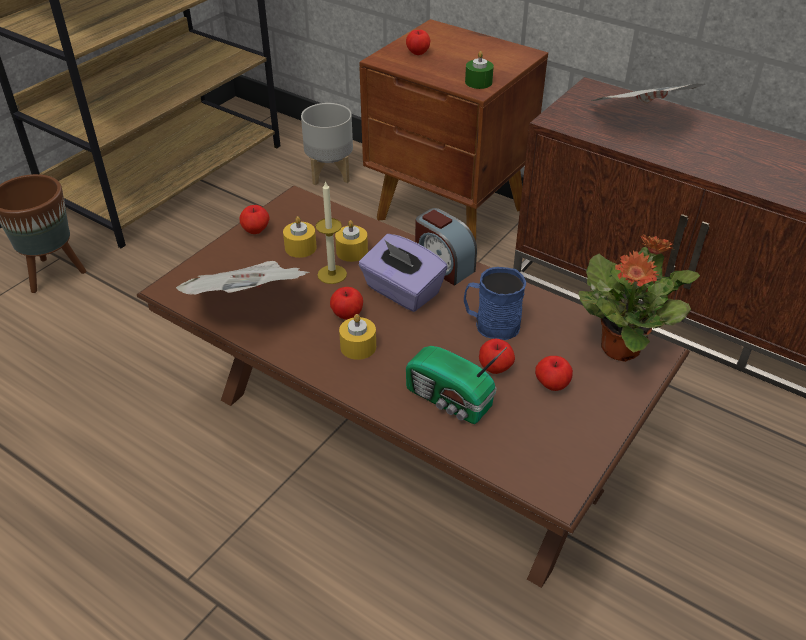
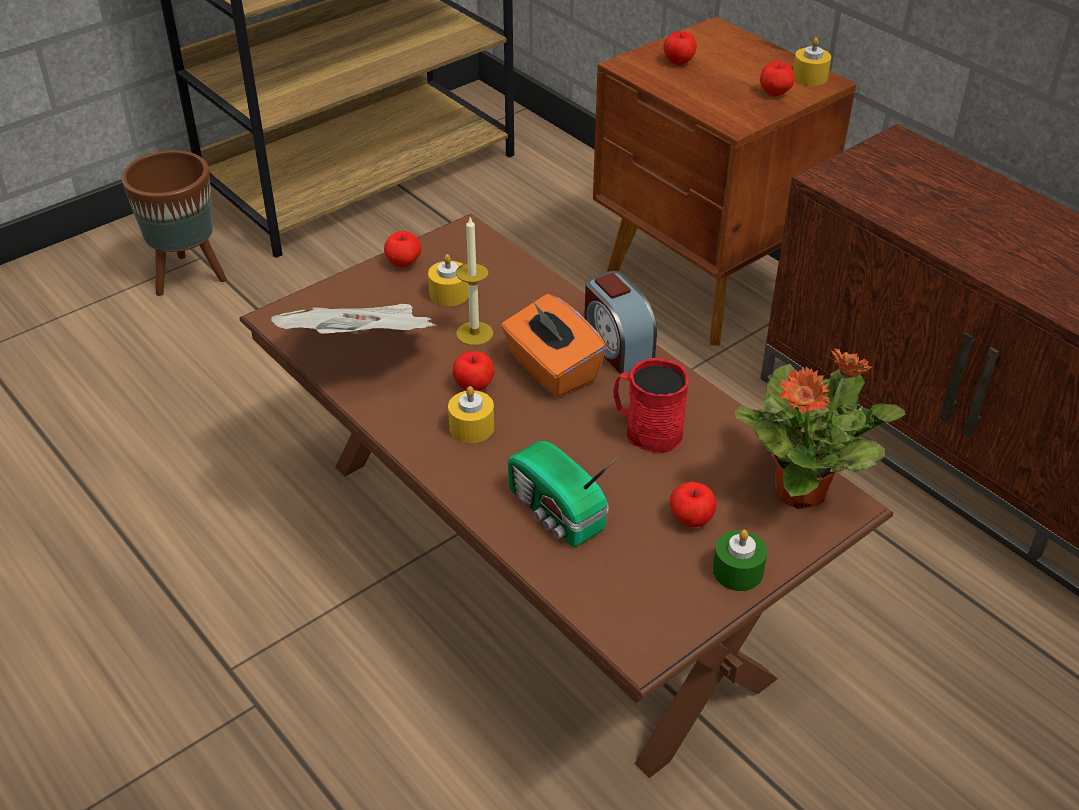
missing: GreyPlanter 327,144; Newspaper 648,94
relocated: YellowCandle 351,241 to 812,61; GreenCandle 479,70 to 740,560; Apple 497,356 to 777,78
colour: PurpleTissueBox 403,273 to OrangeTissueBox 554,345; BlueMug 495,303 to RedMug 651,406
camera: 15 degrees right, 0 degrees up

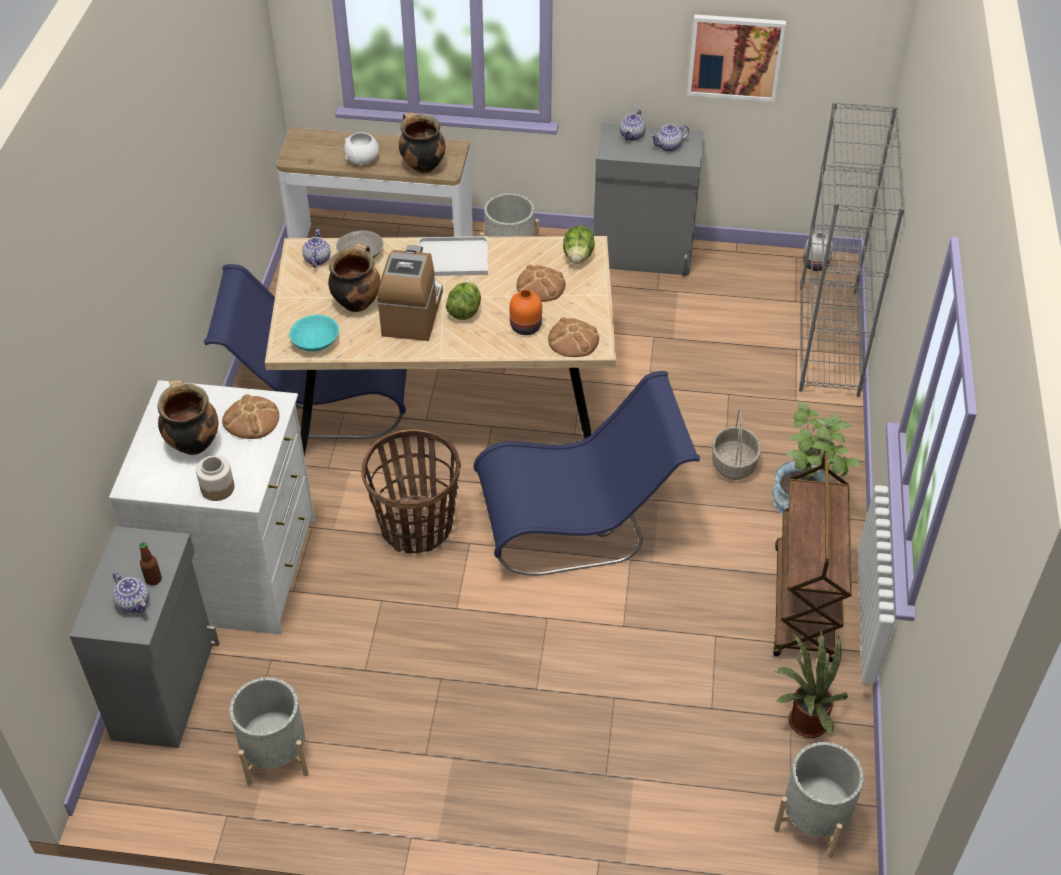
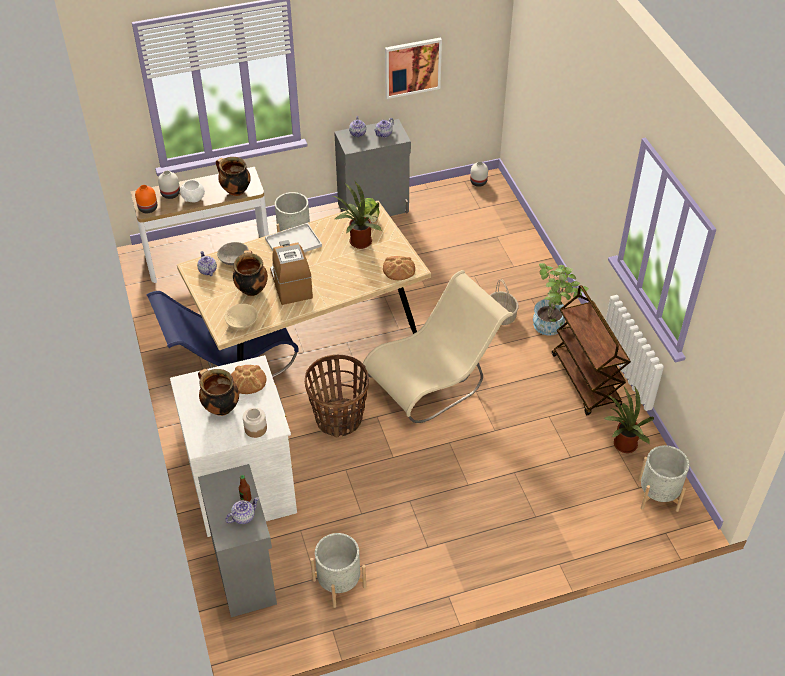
missing: Lettuce 463,301; GreyBookcase 851,249
appeared: WhiteVase 169,184
relocated: OrangeVase 526,312 to 146,199
exchanged: Bread 541,283 to PottedPlant 357,215
colour: TurquoiseBowl 314,333 to BeigeBowl 241,316; BlueChair 587,473 to BeigeChair 438,346
spun: Teapot 131,592 = 242,510 60 degrees counterclockwise
camera: 25 degrees left, 0 degrees up

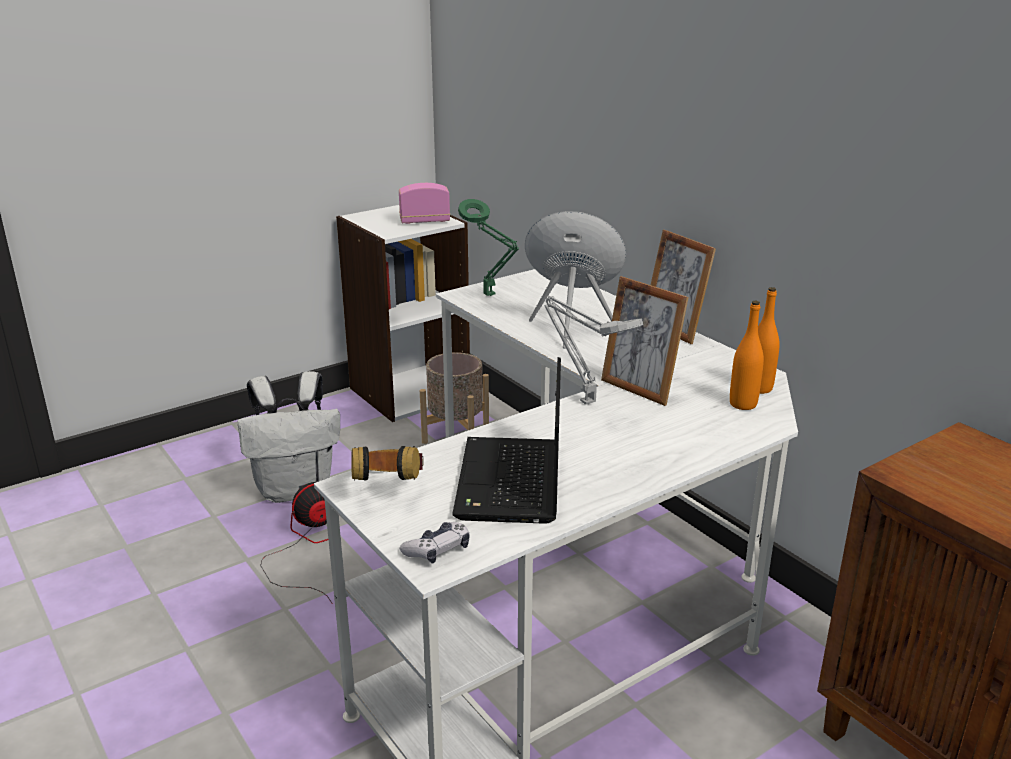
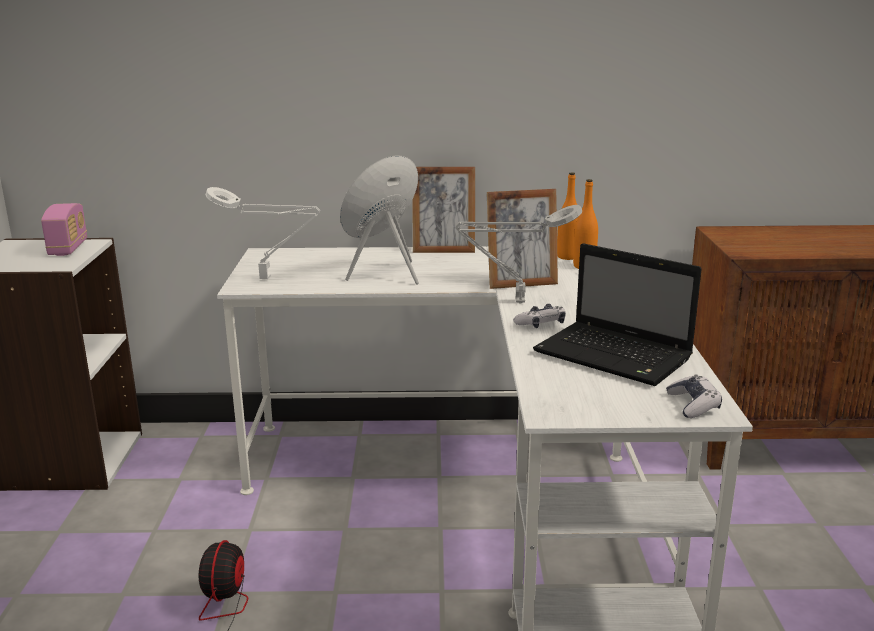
missing: WhiteBackpack 289,437; Headphones 387,463; BeigePlanter 454,398
appeared: GameController 539,316
colour: GreenTableLamp 488,247 to WhiteTableLamp 262,233
spun: Radio 424,203 = 64,229 150 degrees clockwise
camera: 55 degrees left, 5 degrees down

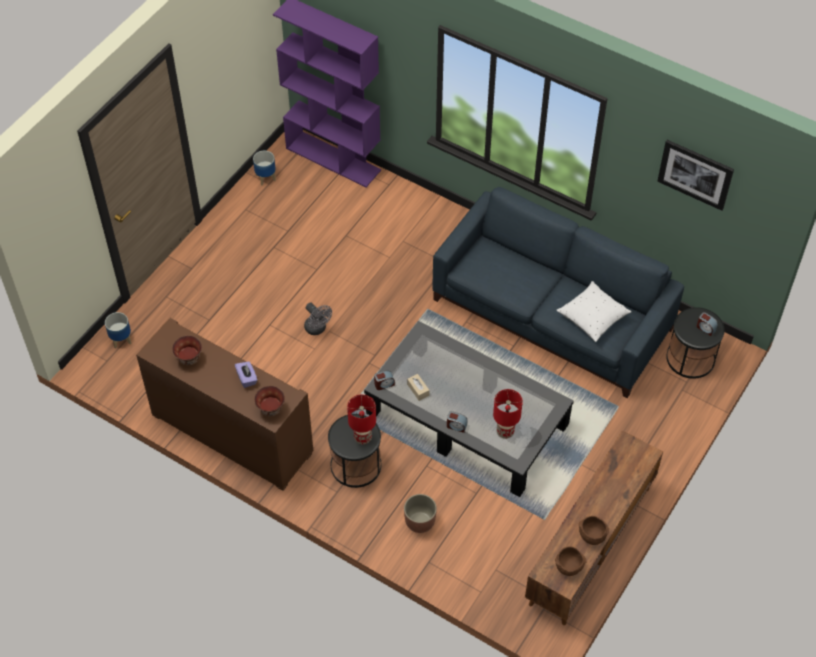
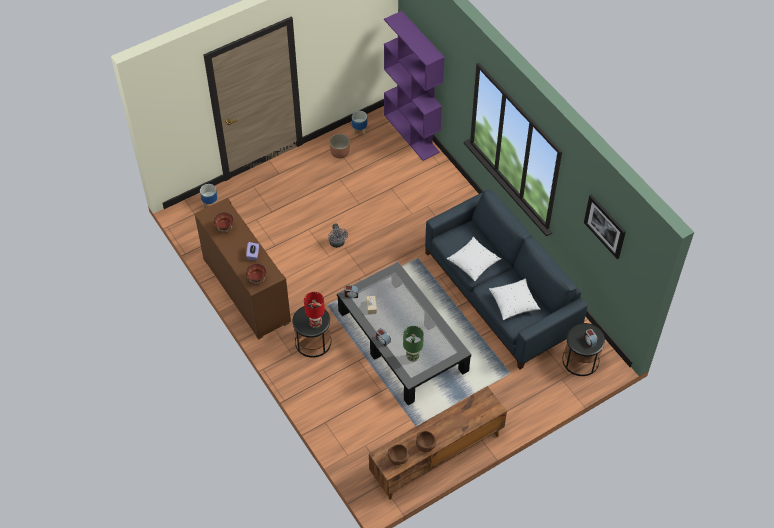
appeared: WhitePillow 474,259
relocated: Planter 420,513 to 339,146
colour: RedTableLamp 508,414 to GreenTableLamp 413,344
camera: 25 degrees right, 0 degrees up

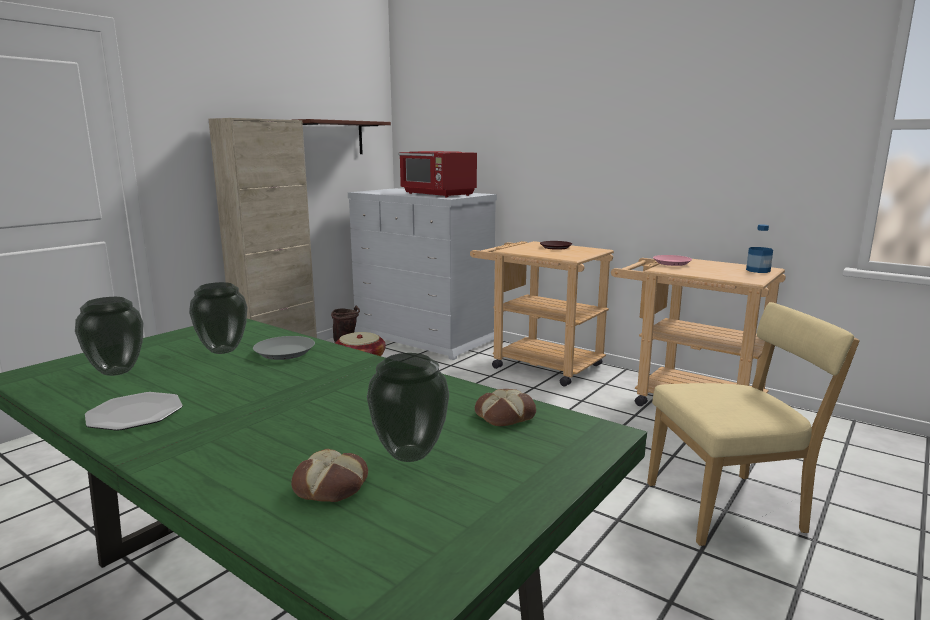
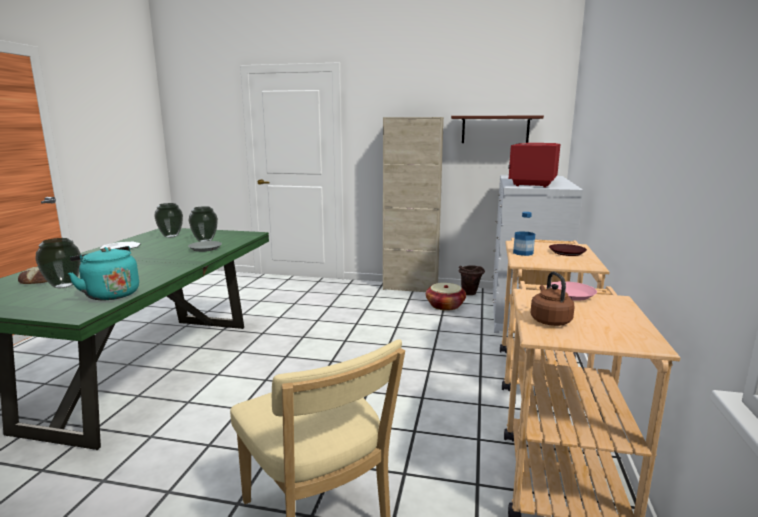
appeared: BrownKettle 552,299
relocated: Bottle 759,248 to 524,234
exchanged: Bread 505,407 to TurquoiseKettle 103,273
camera: 65 degrees right, 0 degrees up

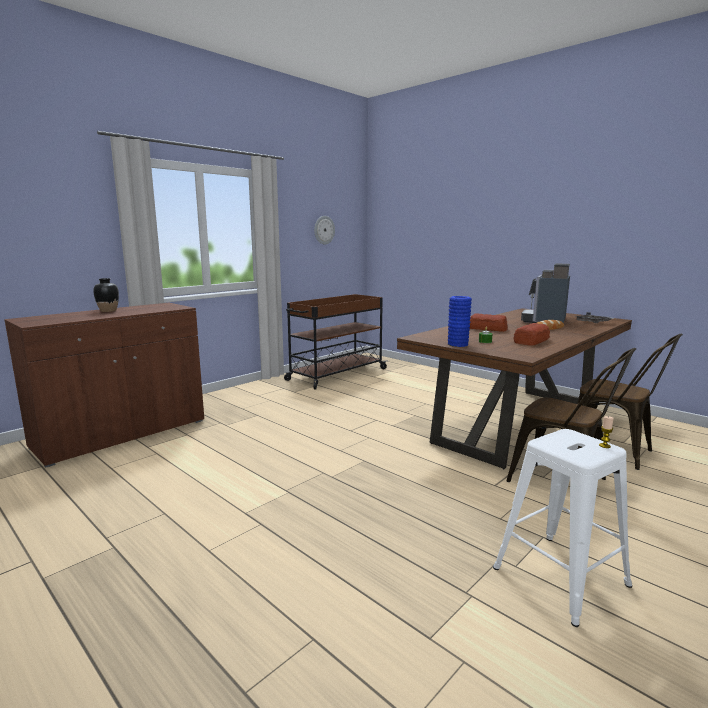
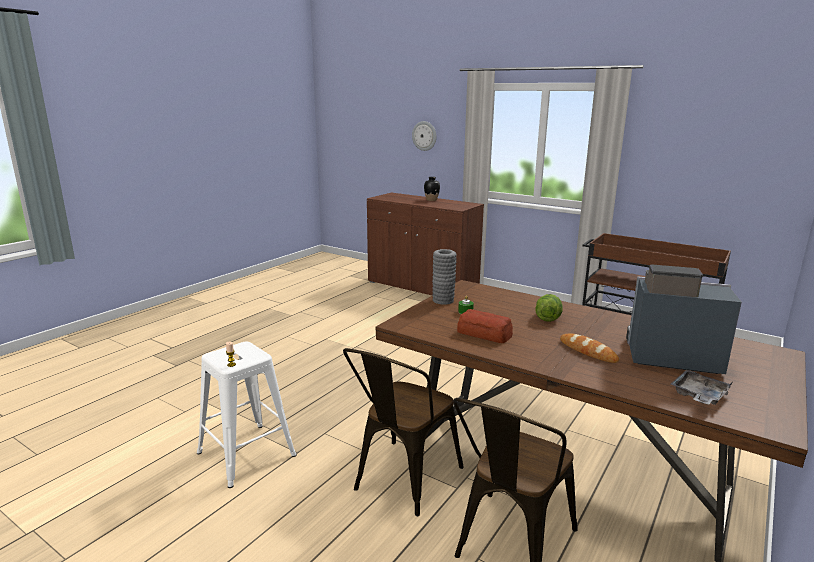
relocated: WallClock 324,230 to 424,136
exchanged: Bread 489,322 to Lettuce 549,308
colour: BlueVase 460,321 to GreyVase 444,277
camera: 80 degrees right, 5 degrees up

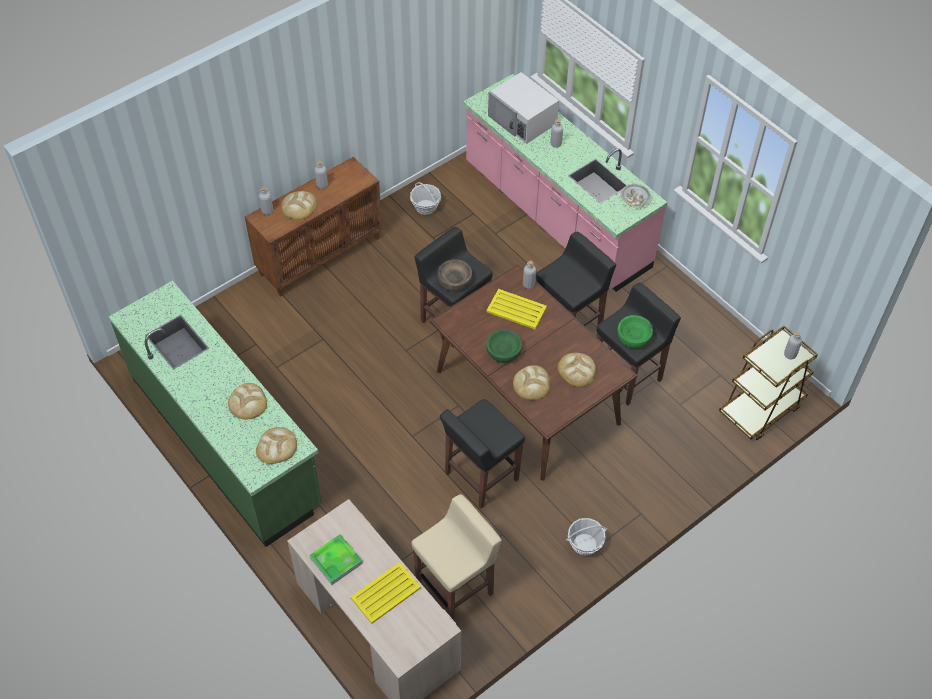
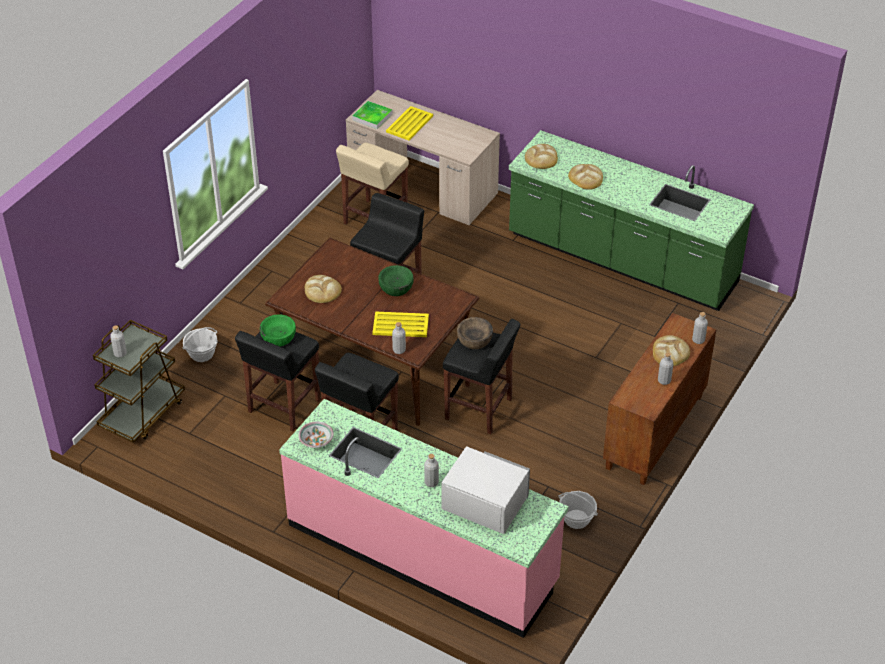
missing: Bread 531,382
relocated: Tray 336,559 to 372,115; Basket 586,536 to 200,344
camera: 160 degrees right, 10 degrees down

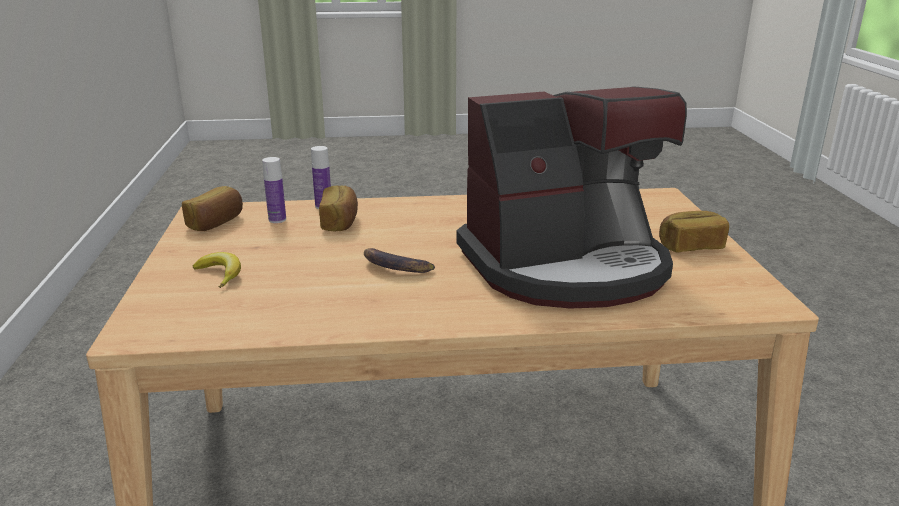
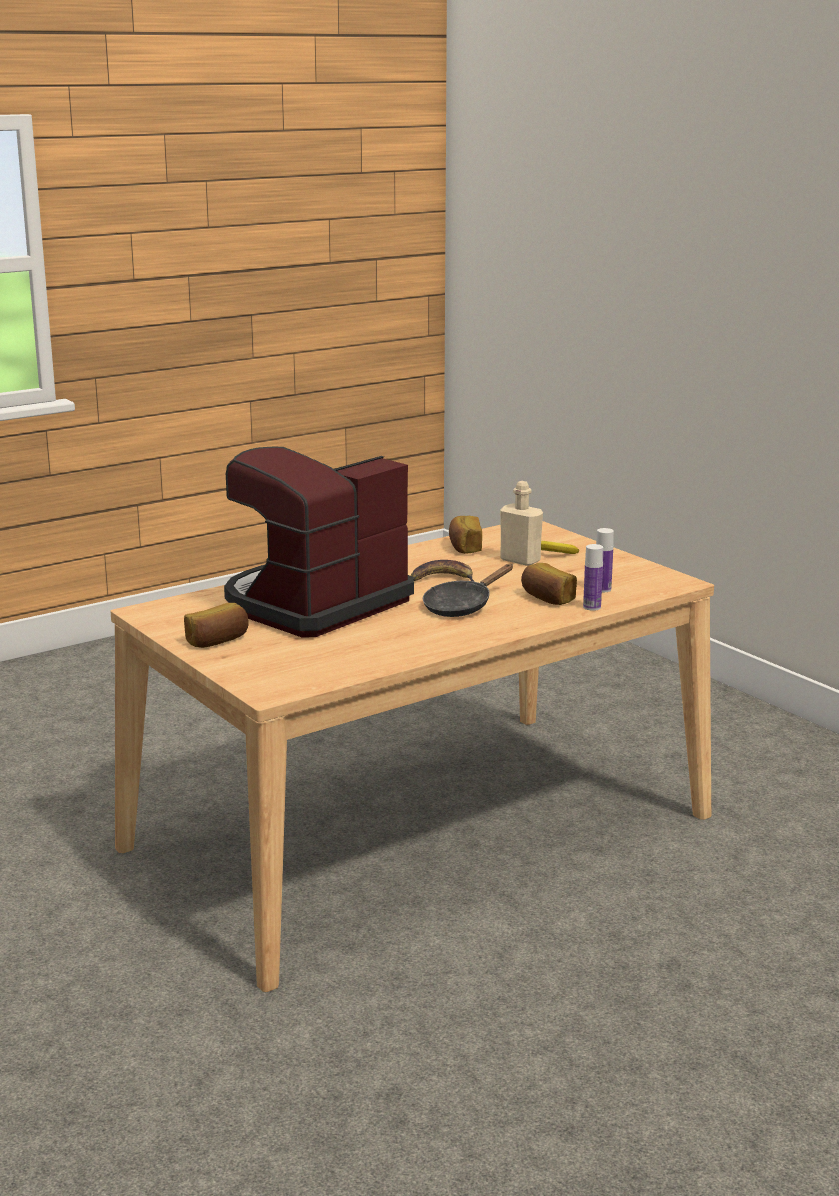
appeared: BlackFryingPan 468,590; BeigeBottle 521,523
relocated: Bread 212,208 to 465,535
camera: 150 degrees right, 5 degrees down

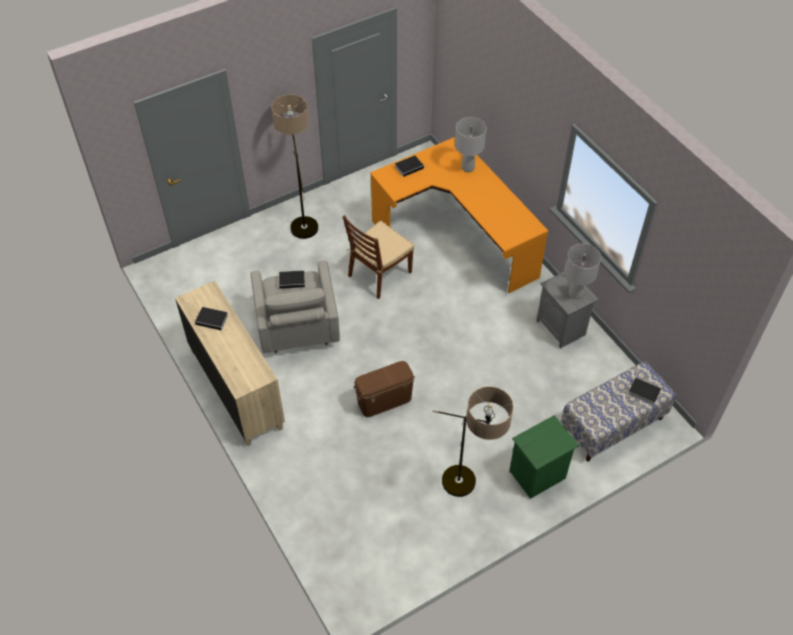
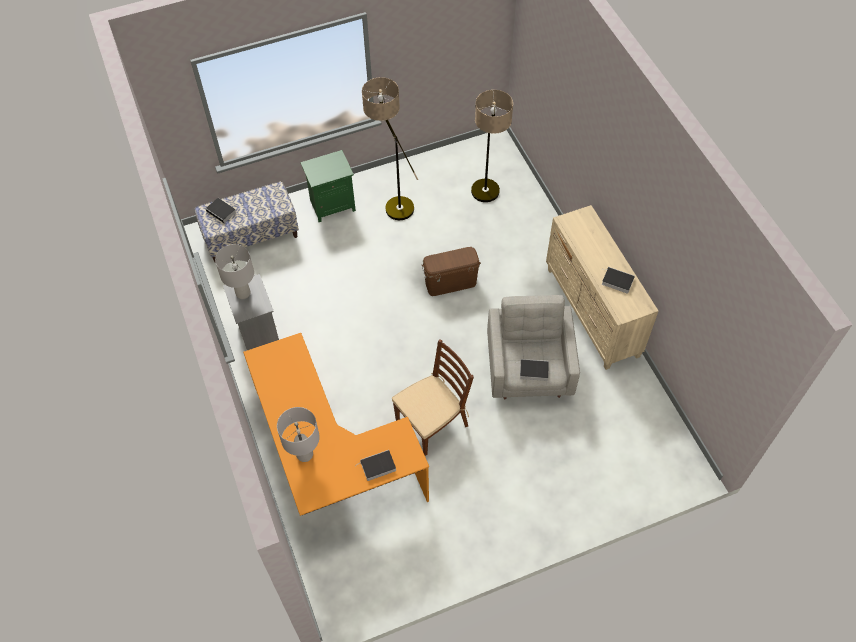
relocated: FloorLamp 294,166 to 492,146
camera: 170 degrees left, 5 degrees up

